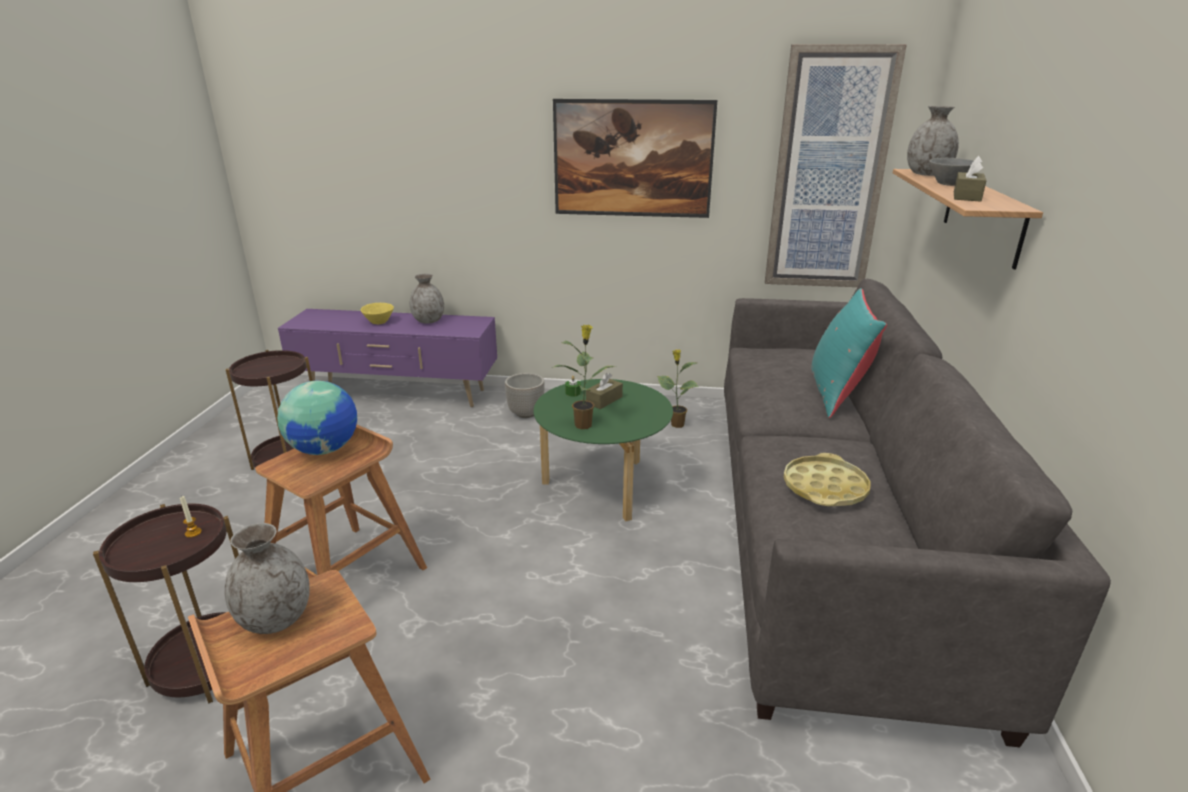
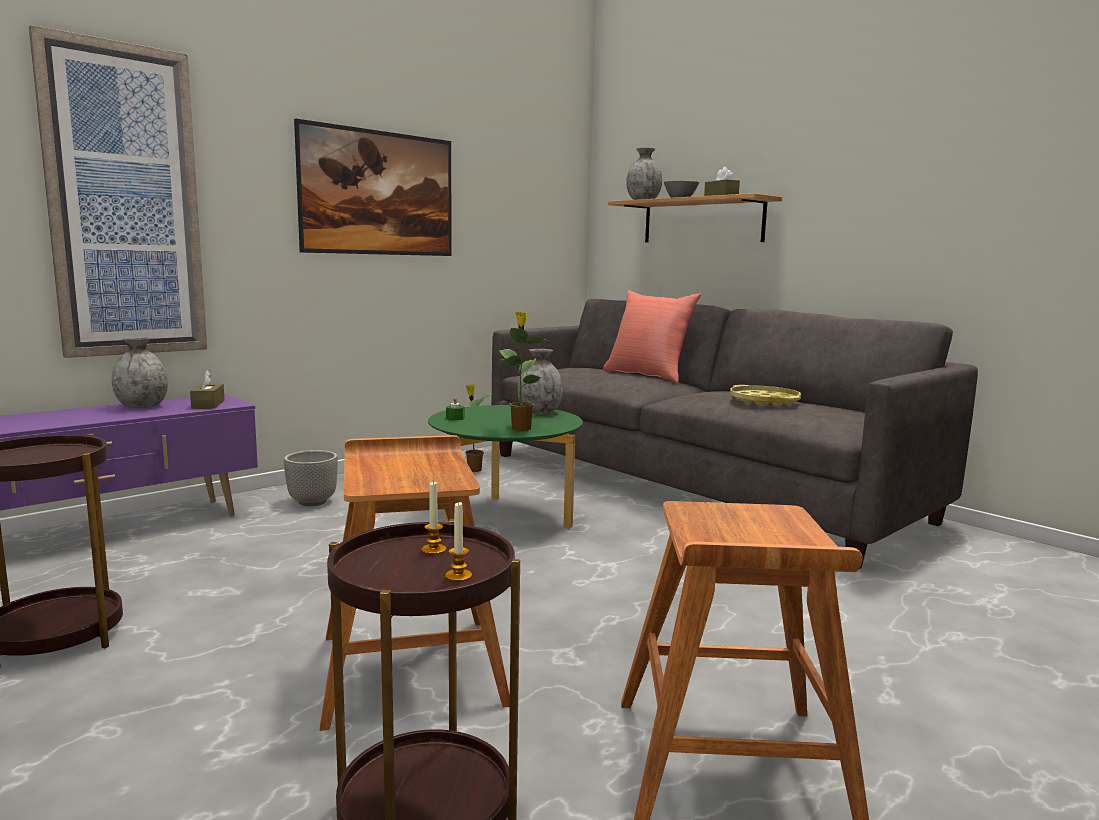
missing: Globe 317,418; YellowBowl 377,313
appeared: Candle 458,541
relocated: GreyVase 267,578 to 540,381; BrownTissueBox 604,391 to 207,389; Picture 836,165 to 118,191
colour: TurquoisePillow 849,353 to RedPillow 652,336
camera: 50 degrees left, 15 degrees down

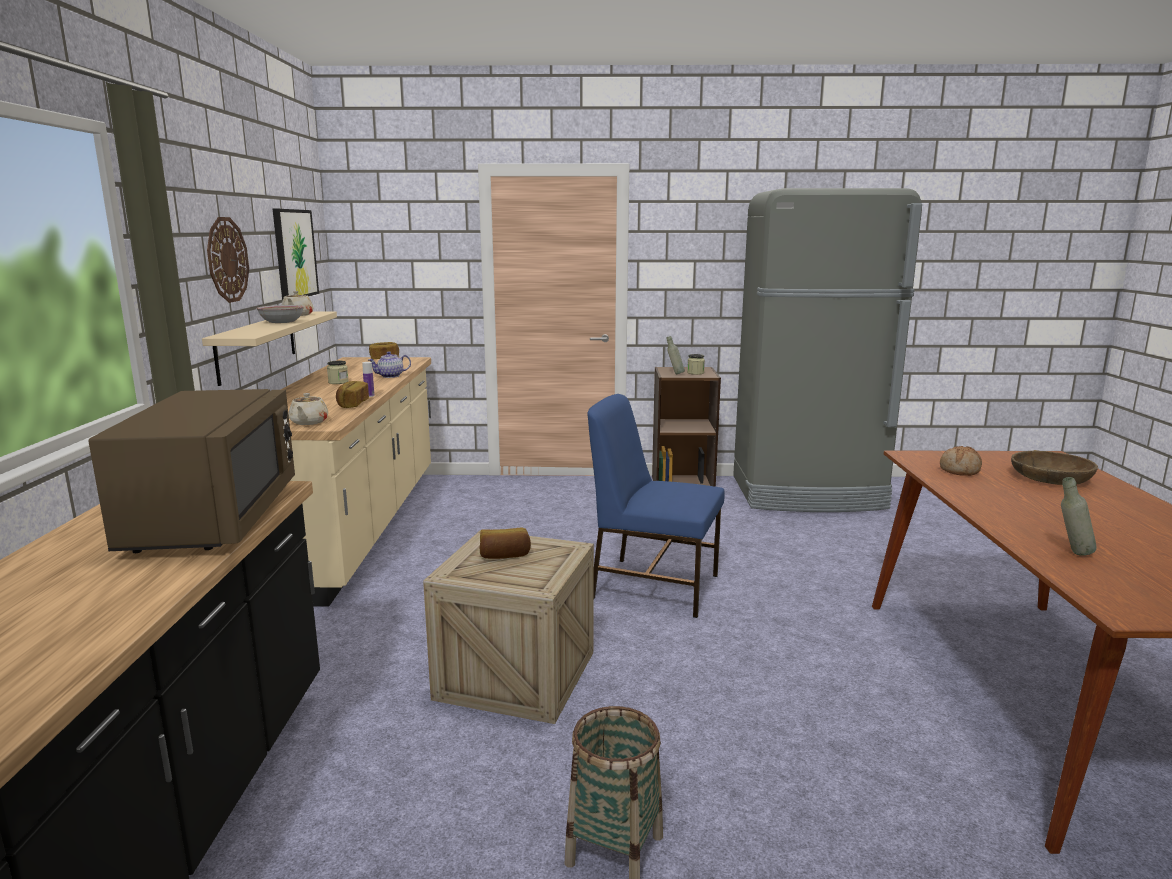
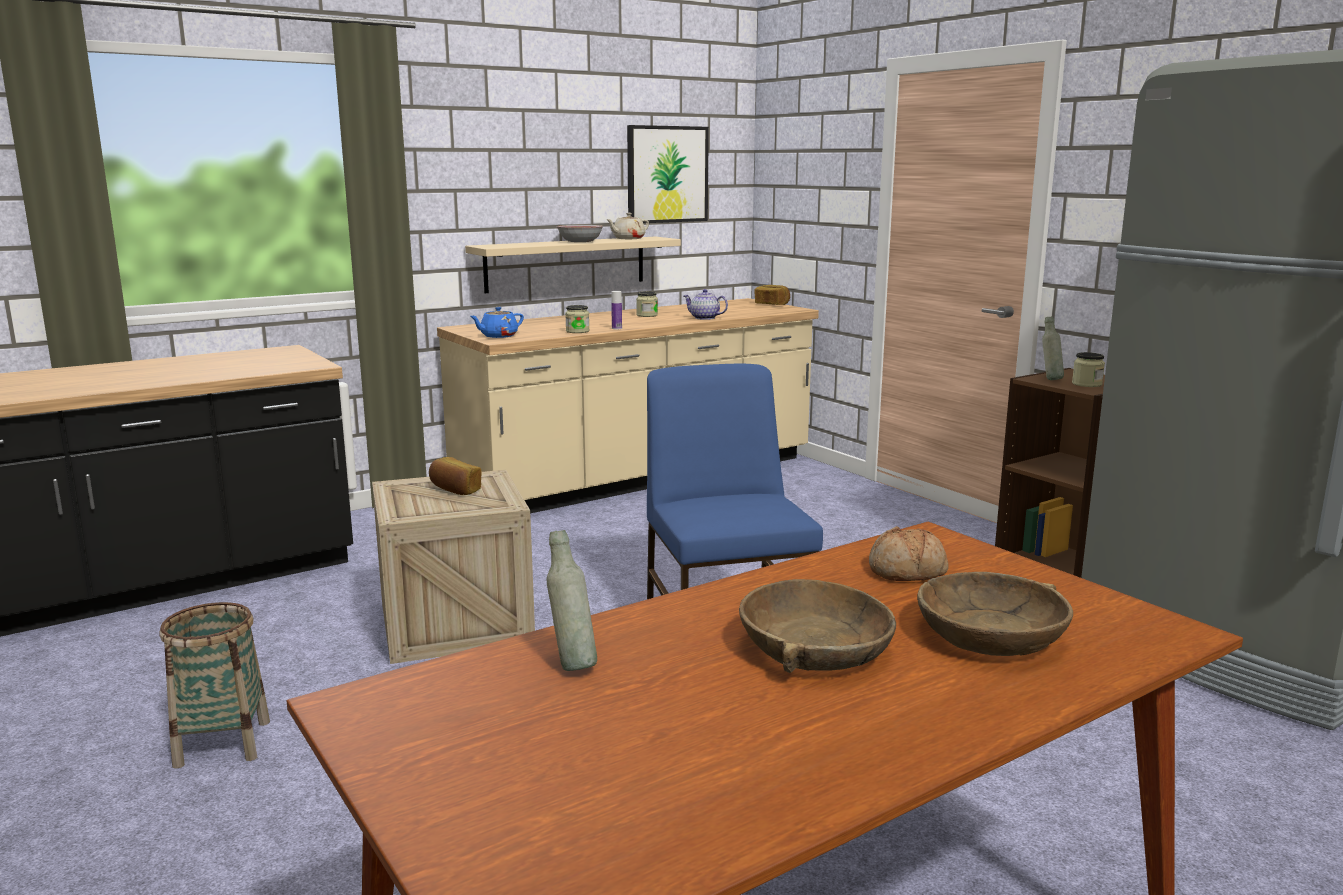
missing: BrownMicrowave 192,471; WallClock 228,260
appeared: BrownBowl 817,626
exchanged: Bread 352,394 to Jar 577,319
colour: BeigeTeapot 308,409 to BlueTeapot 497,322
camera: 55 degrees right, 0 degrees up

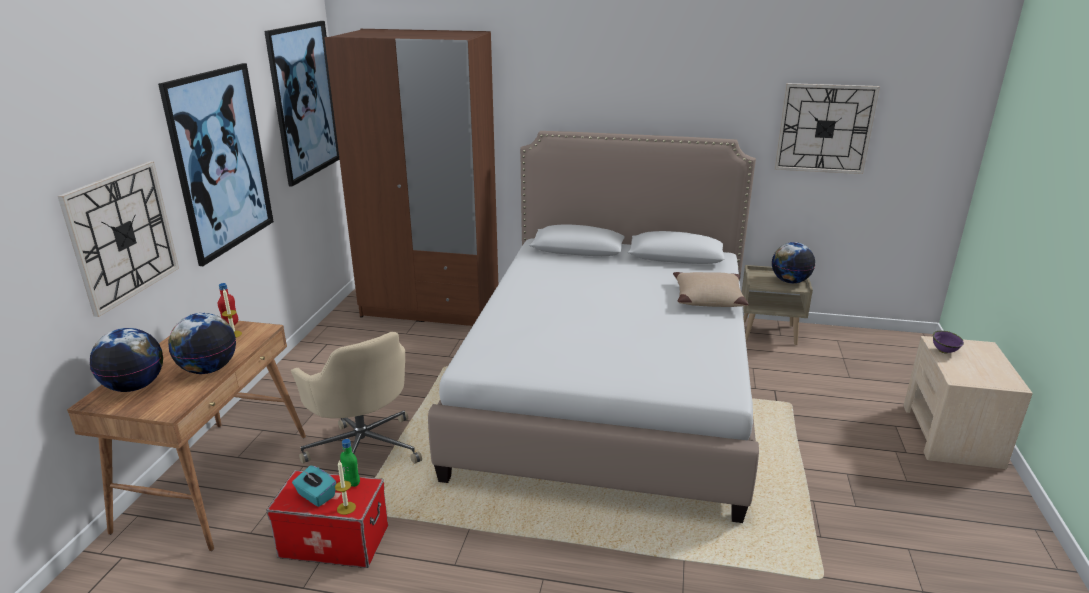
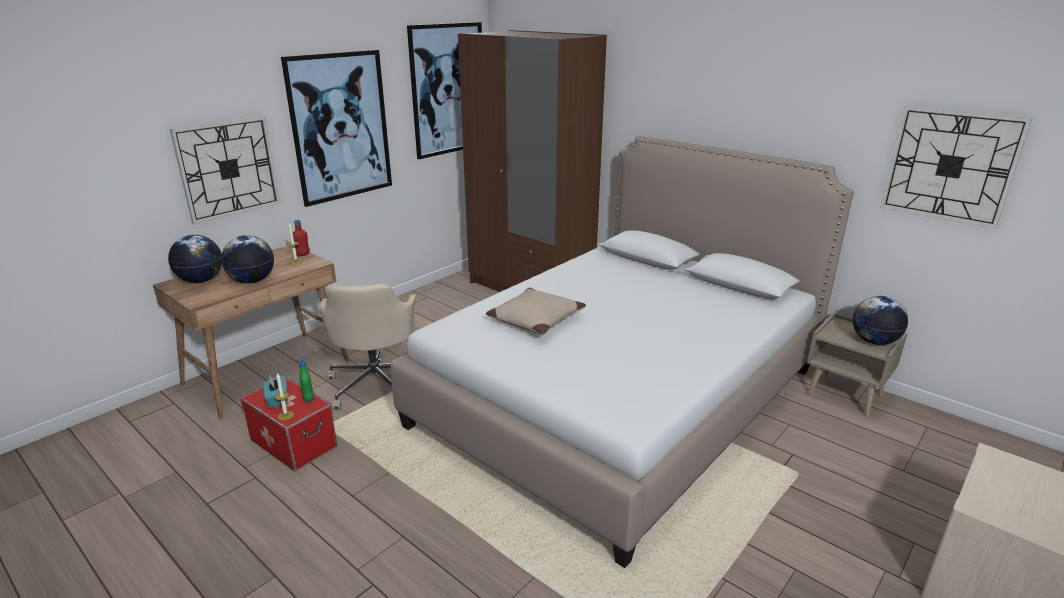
missing: PurpleBowl 948,342
relocated: BeigePillow 711,289 to 536,311
camera: 30 degrees right, 0 degrees up

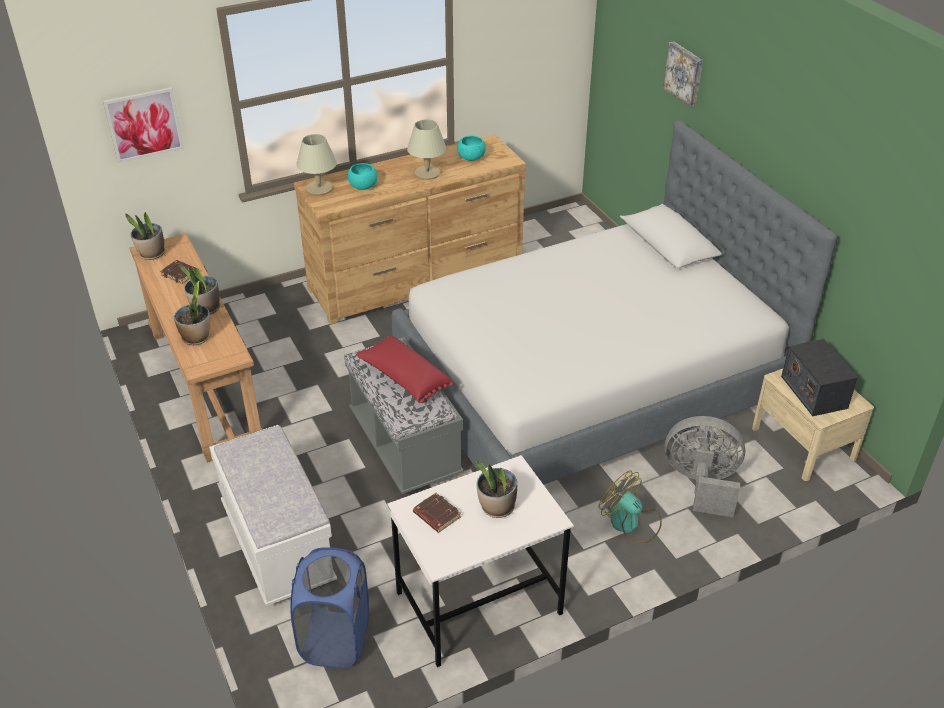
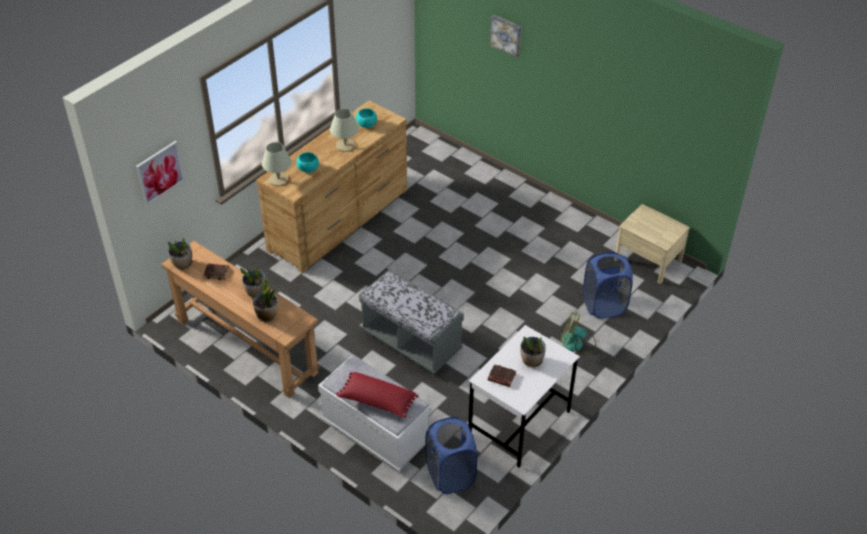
missing: Bed 615,302; Radio 819,377
relocated: RedPillow 404,369 to 377,395
exchanged: GreyFan 705,466 to BlueLaundryBasket 608,285
camera: 25 degrees left, 5 degrees up

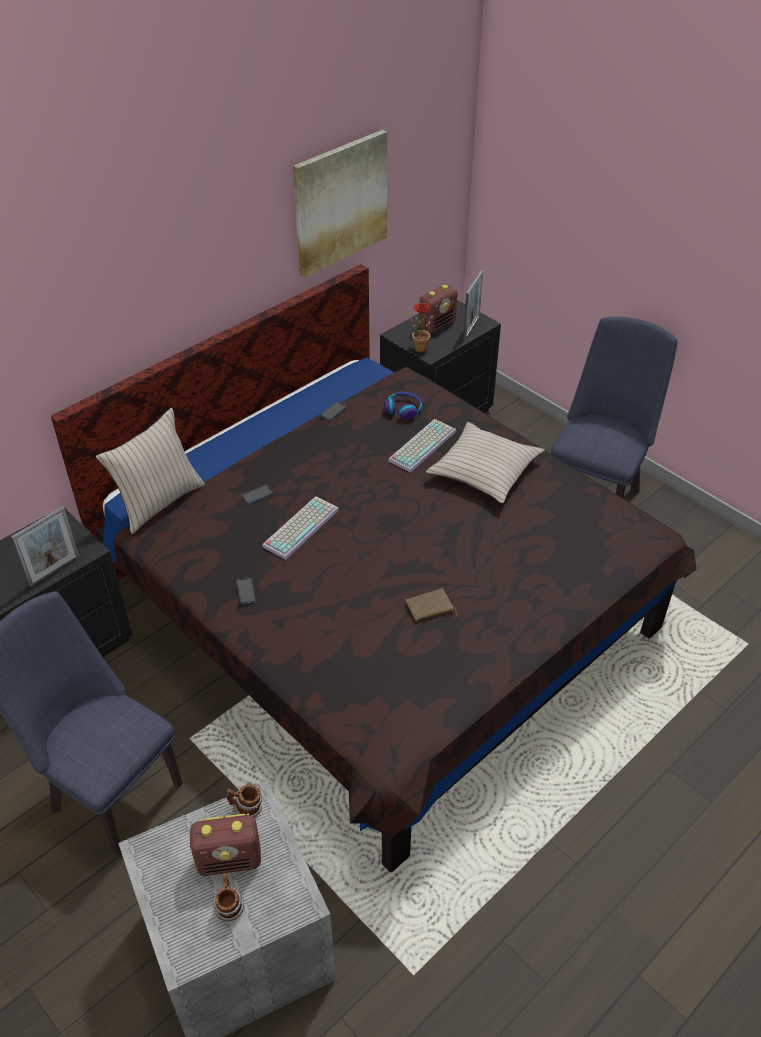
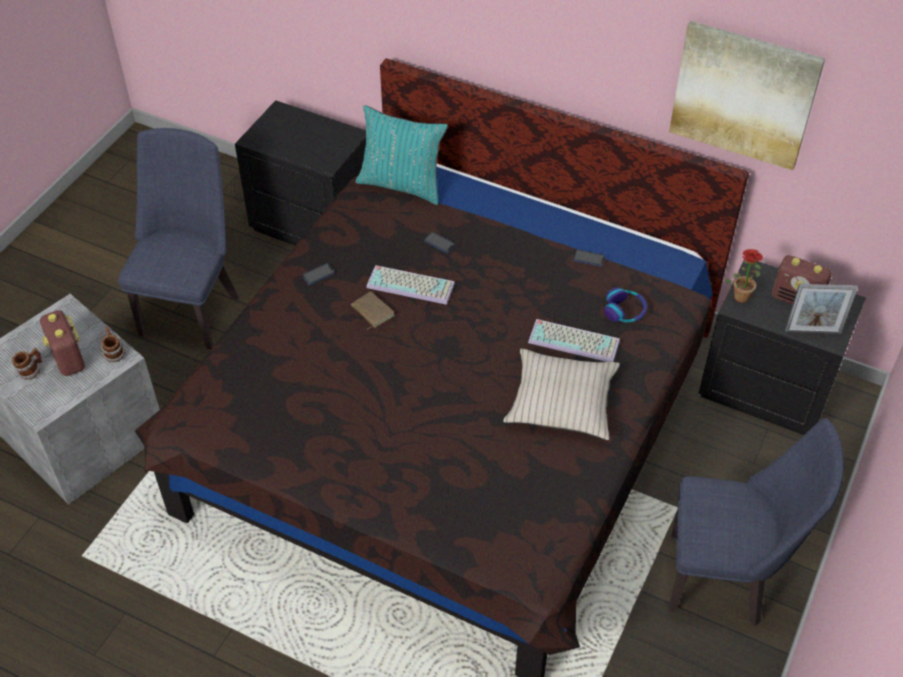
missing: PictureFrame 45,546
relocated: BrownBook 431,605 to 373,310
colour: BeigePillow 150,471 to TurquoisePillow 402,155
camera: 70 degrees right, 5 degrees up

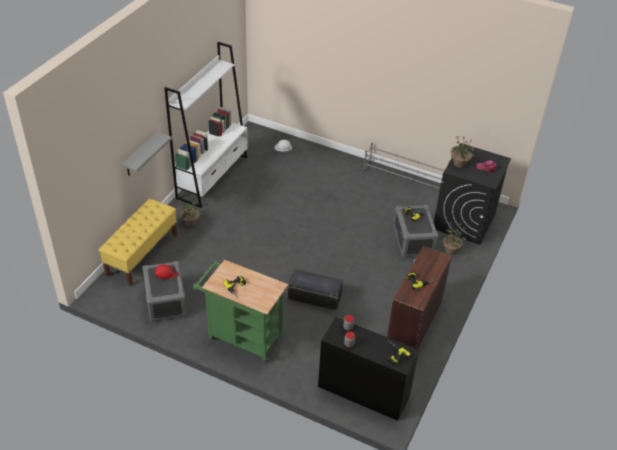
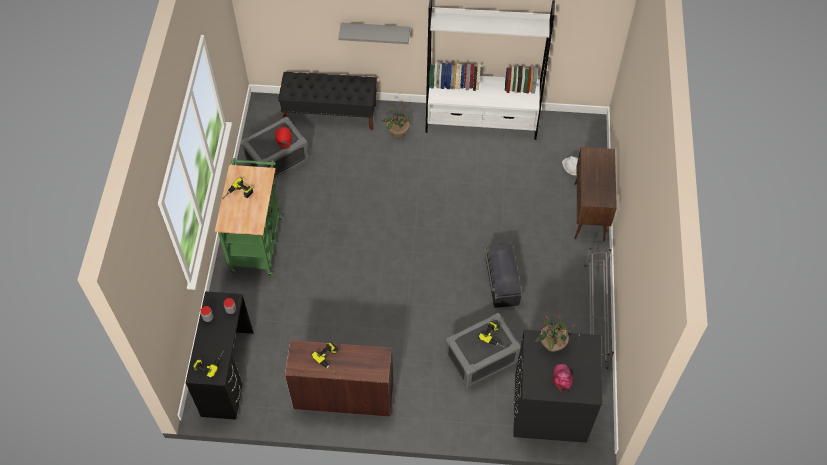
missing: PottedPlant 454,238
appeared: BrownCabinet 595,194
relocated: BlackStorageBox 315,289 to 503,275
colour: YellowBench 137,242 to BlackBench 327,101
camera: 70 degrees right, 15 degrees up

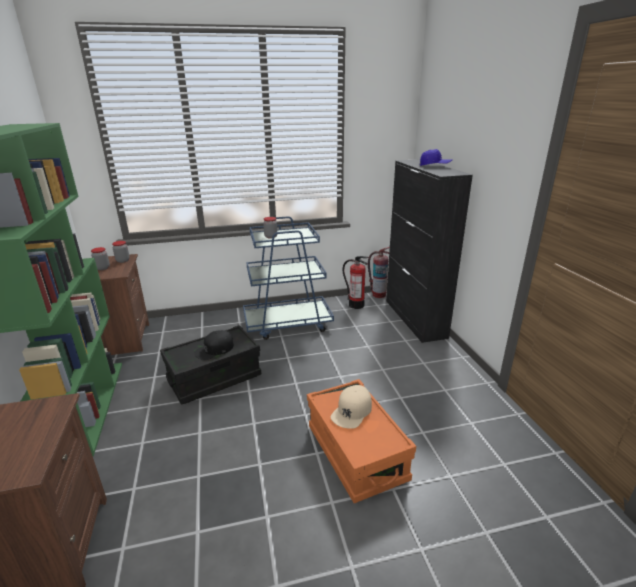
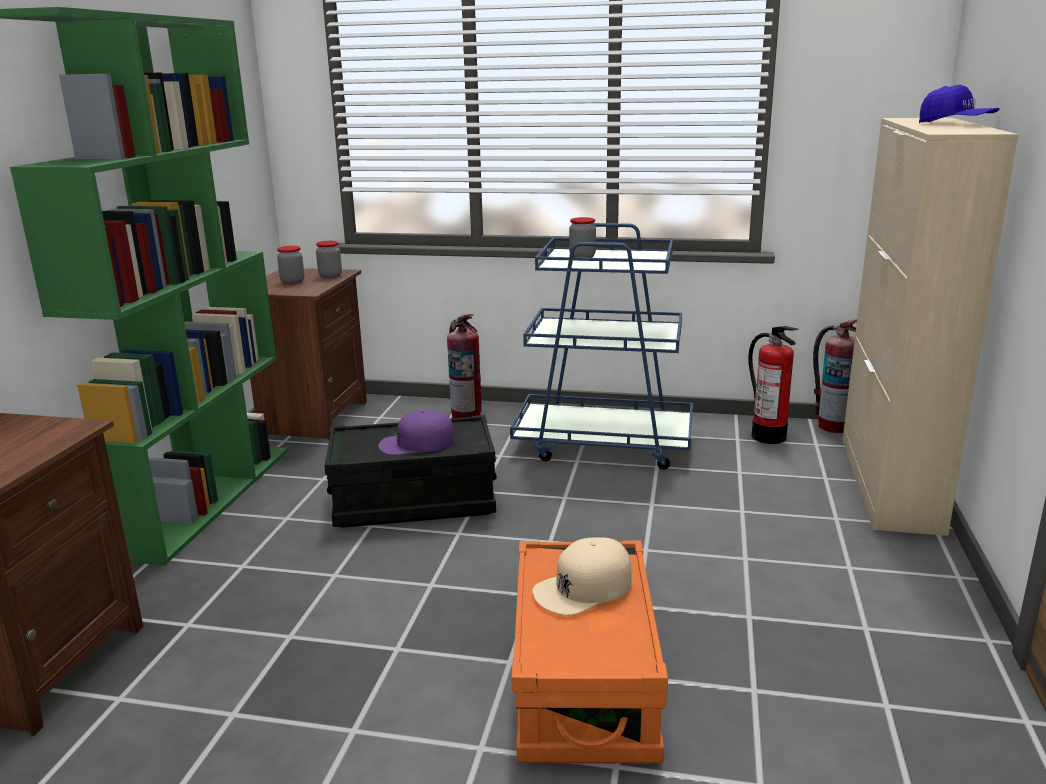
appeared: FireExtinguisher 464,366
colour: BlackCap 214,345 to PurpleCap 416,432; BlackCabinet 429,251 to BeigeCabinet 930,327
camera: 25 degrees right, 5 degrees down

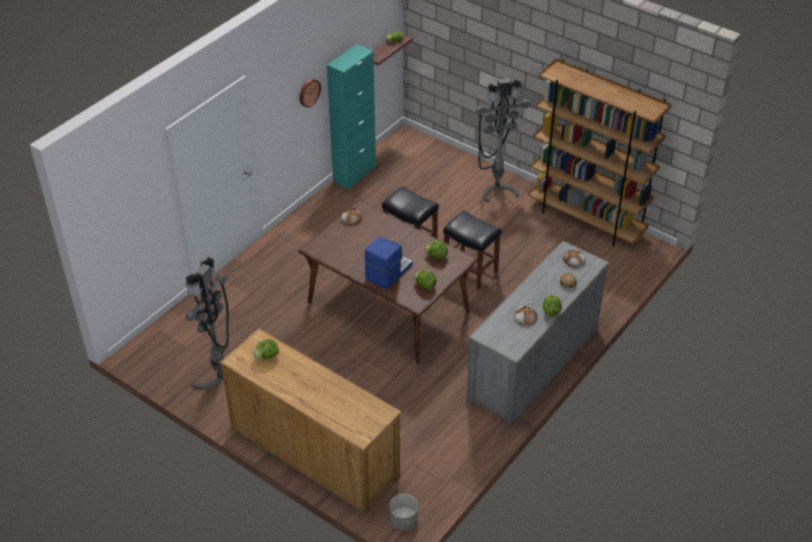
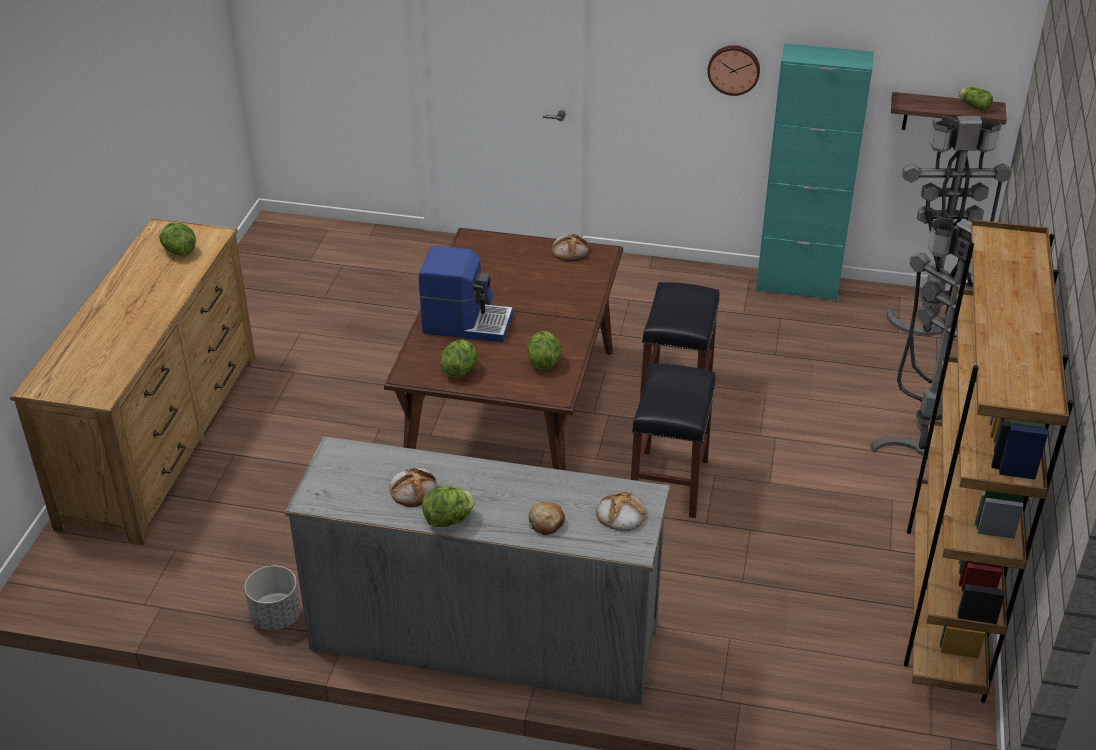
relocated: GreyFloorLamp 207,323 to 949,226; GreyPlanter 403,512 to 273,598
camera: 65 degrees right, 5 degrees down

